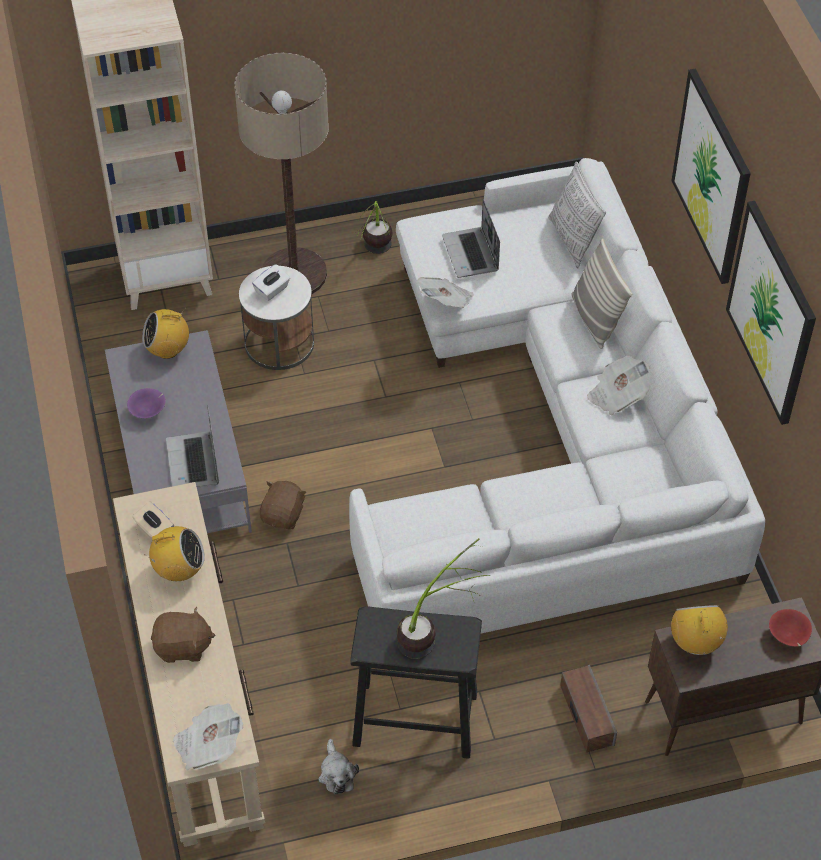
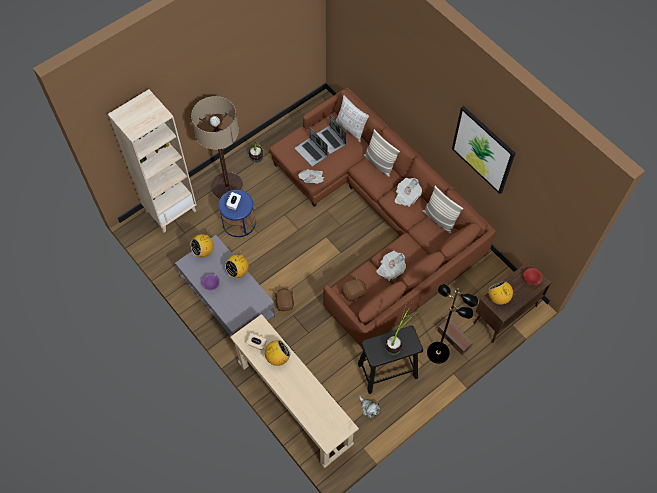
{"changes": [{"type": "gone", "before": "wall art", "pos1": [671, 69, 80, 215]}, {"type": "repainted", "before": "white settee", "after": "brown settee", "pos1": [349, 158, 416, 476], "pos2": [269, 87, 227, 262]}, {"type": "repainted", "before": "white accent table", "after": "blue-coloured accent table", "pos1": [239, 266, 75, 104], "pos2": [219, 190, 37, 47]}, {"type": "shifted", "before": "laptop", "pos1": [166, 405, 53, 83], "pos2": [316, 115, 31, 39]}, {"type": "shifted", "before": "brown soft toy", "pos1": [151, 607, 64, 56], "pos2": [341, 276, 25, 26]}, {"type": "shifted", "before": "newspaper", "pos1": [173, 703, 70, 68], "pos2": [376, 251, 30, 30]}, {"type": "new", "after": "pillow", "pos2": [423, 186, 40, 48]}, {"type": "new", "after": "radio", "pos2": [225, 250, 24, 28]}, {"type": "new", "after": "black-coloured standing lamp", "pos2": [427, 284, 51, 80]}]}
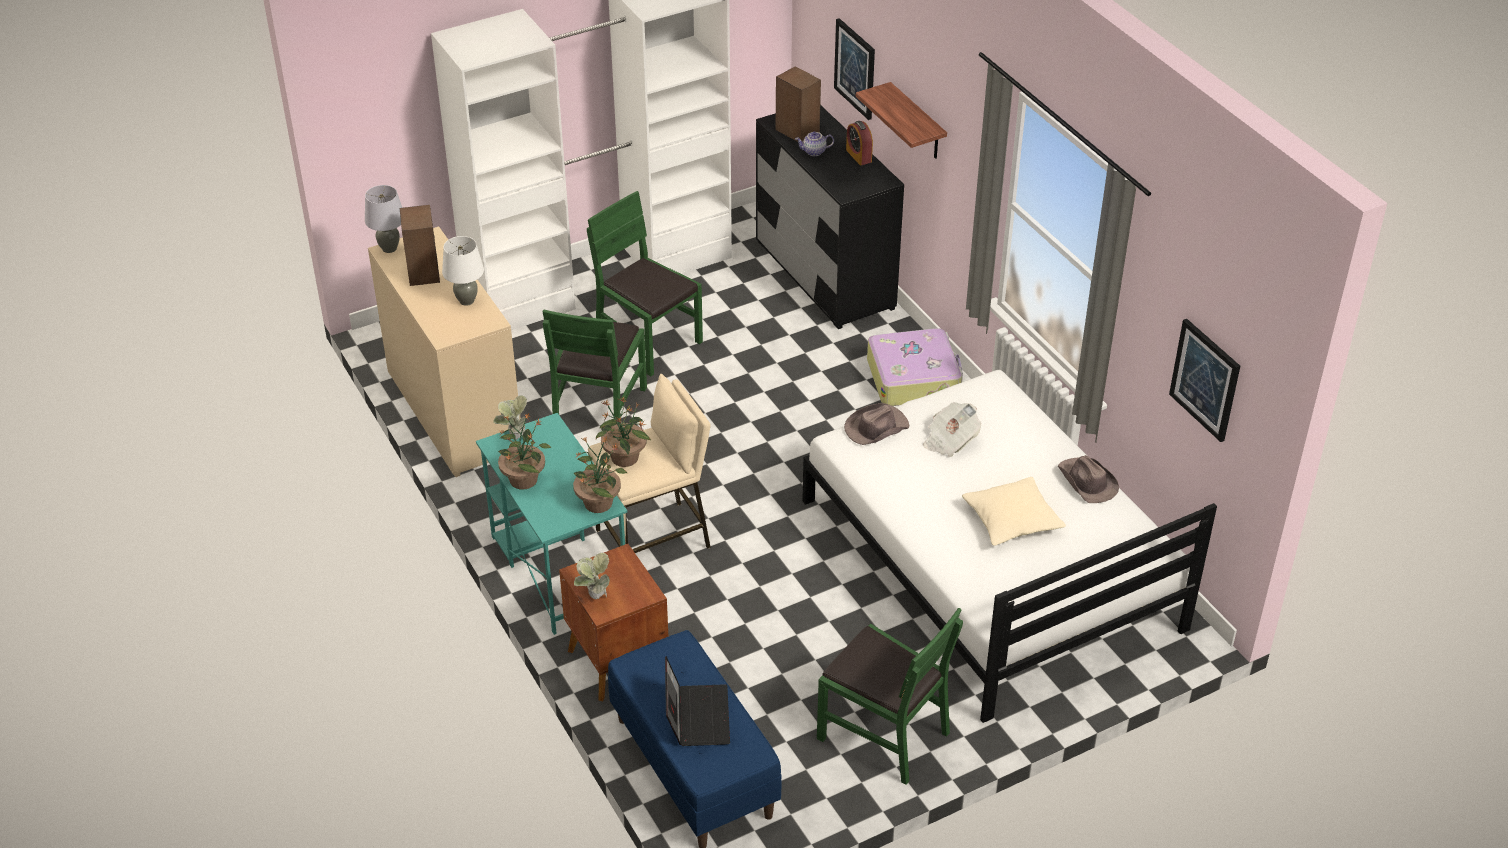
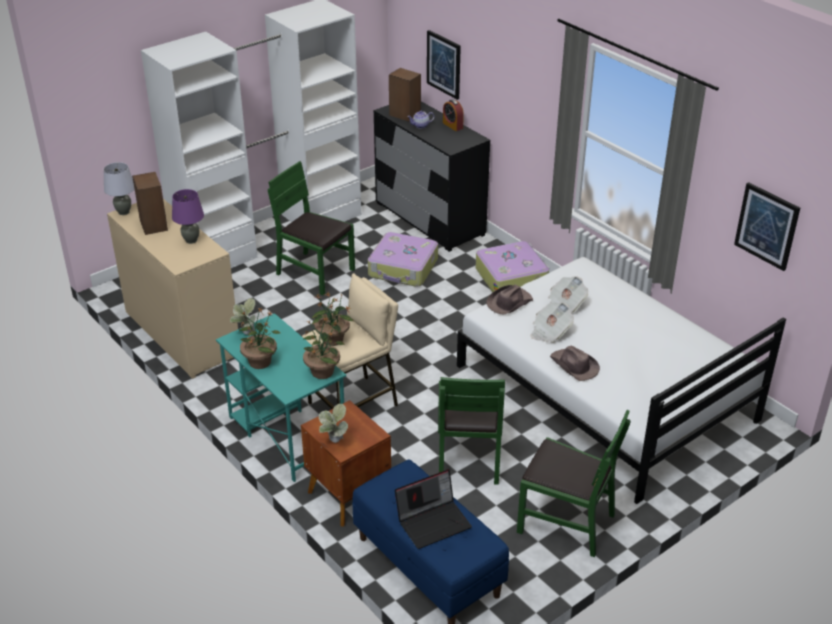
{"changes": [{"type": "gone", "before": "bracket shelf", "pos1": [856, 82, 91, 77]}, {"type": "repainted", "before": "white tabletop lamp", "after": "purplish tabletop lamp", "pos1": [442, 236, 42, 70], "pos2": [172, 189, 32, 55]}, {"type": "shifted", "before": "green upright chair", "pos1": [543, 309, 104, 110], "pos2": [438, 377, 67, 108]}, {"type": "shifted", "before": "brown clothing hat", "pos1": [1058, 455, 61, 48], "pos2": [550, 346, 50, 35]}, {"type": "gone", "before": "beige pillow", "pos1": [962, 477, 104, 69]}, {"type": "rotated", "before": "laptop", "pos1": [665, 656, 65, 90], "pos2": [395, 469, 77, 80], "turn": 75}, {"type": "new", "after": "suitcase", "pos2": [368, 232, 70, 55]}, {"type": "new", "after": "newspaper", "pos2": [530, 303, 44, 40]}]}
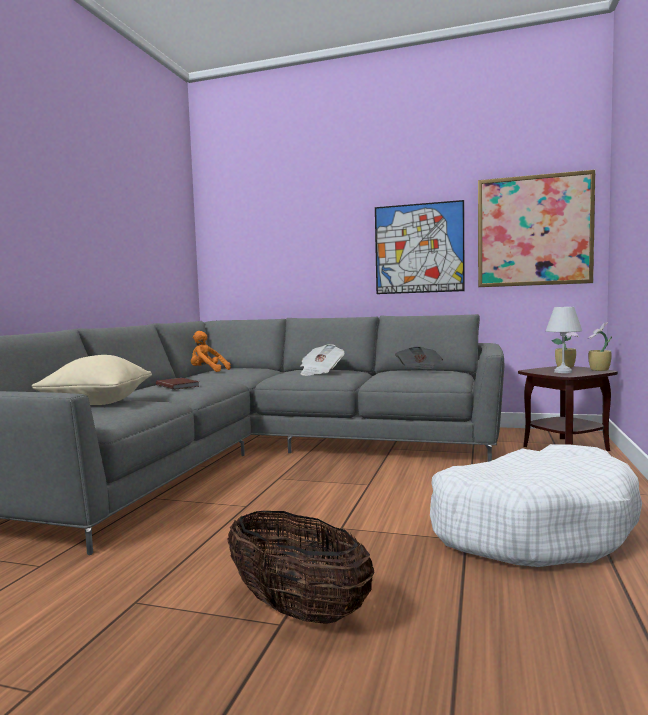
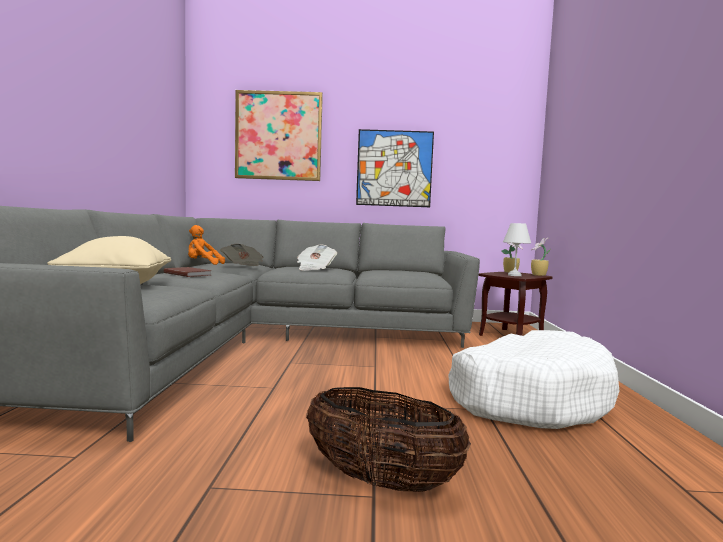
{"changes": [{"type": "shifted", "before": "wall art", "pos1": [478, 169, 117, 118], "pos2": [235, 90, 88, 91]}, {"type": "shifted", "before": "newspaper", "pos1": [395, 347, 48, 22], "pos2": [220, 244, 44, 22]}]}
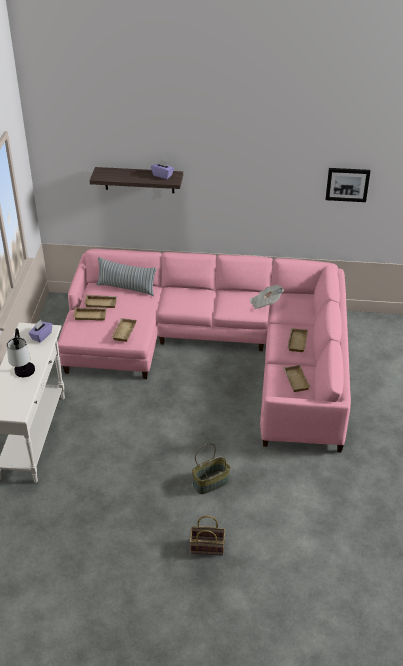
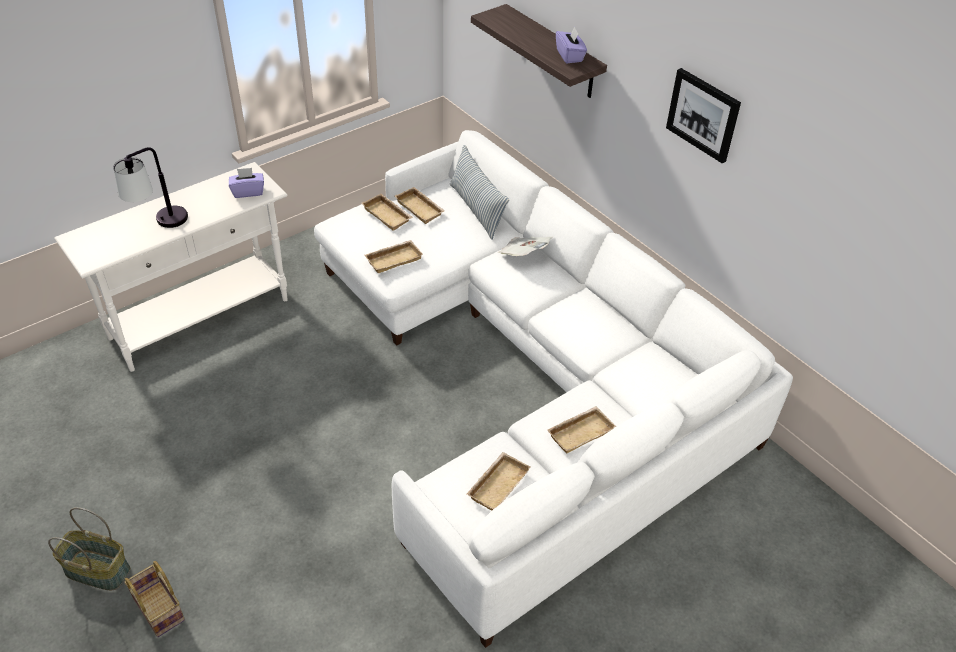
{"changes": [{"type": "shifted", "before": "wall art", "pos1": [326, 168, 44, 34], "pos2": [666, 68, 75, 95]}, {"type": "repainted", "before": "pinkish settee", "after": "white settee", "pos1": [58, 249, 293, 203], "pos2": [314, 130, 479, 518]}, {"type": "shifted", "before": "newspaper", "pos1": [249, 284, 35, 25], "pos2": [498, 237, 55, 19]}, {"type": "shifted", "before": "household basket", "pos1": [192, 443, 38, 51], "pos2": [48, 507, 82, 83]}]}
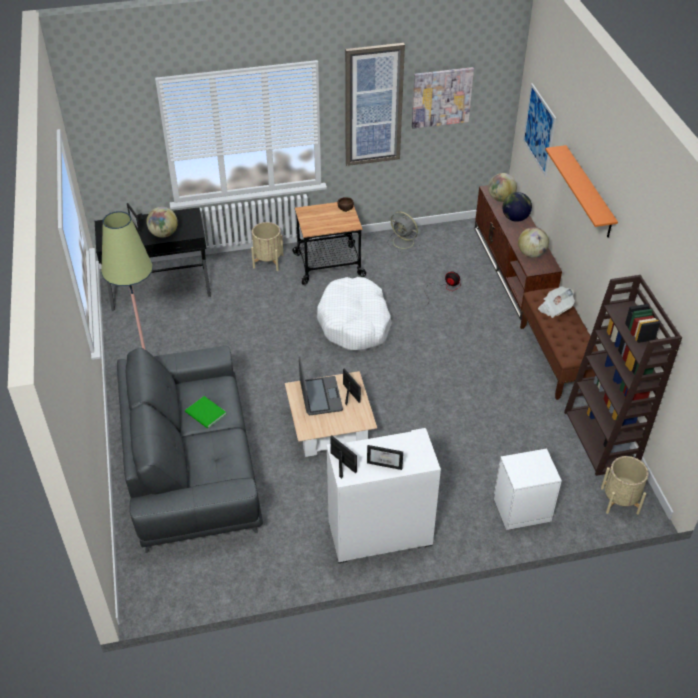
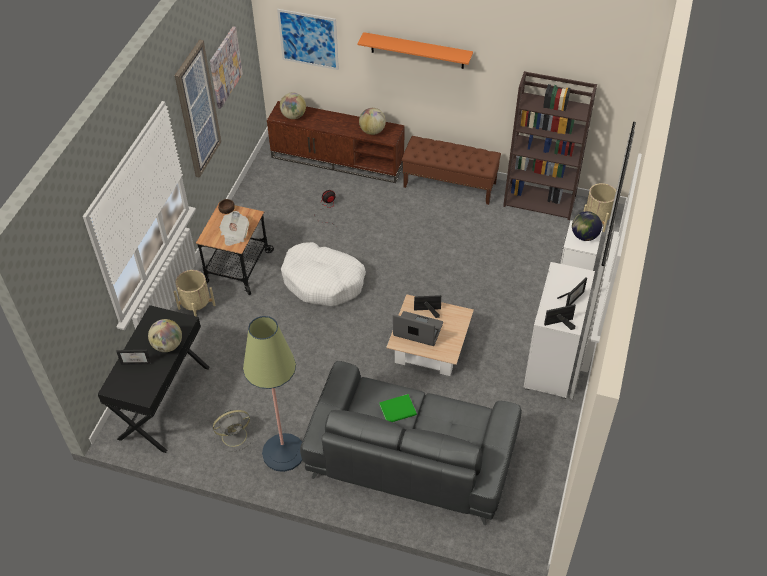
{"changes": [{"type": "shifted", "before": "globe", "pos1": [502, 192, 30, 30], "pos2": [572, 211, 30, 30]}, {"type": "shifted", "before": "gray fan", "pos1": [388, 211, 32, 41], "pos2": [213, 410, 41, 42]}, {"type": "shifted", "before": "newspaper", "pos1": [538, 286, 37, 32], "pos2": [219, 211, 30, 35]}]}
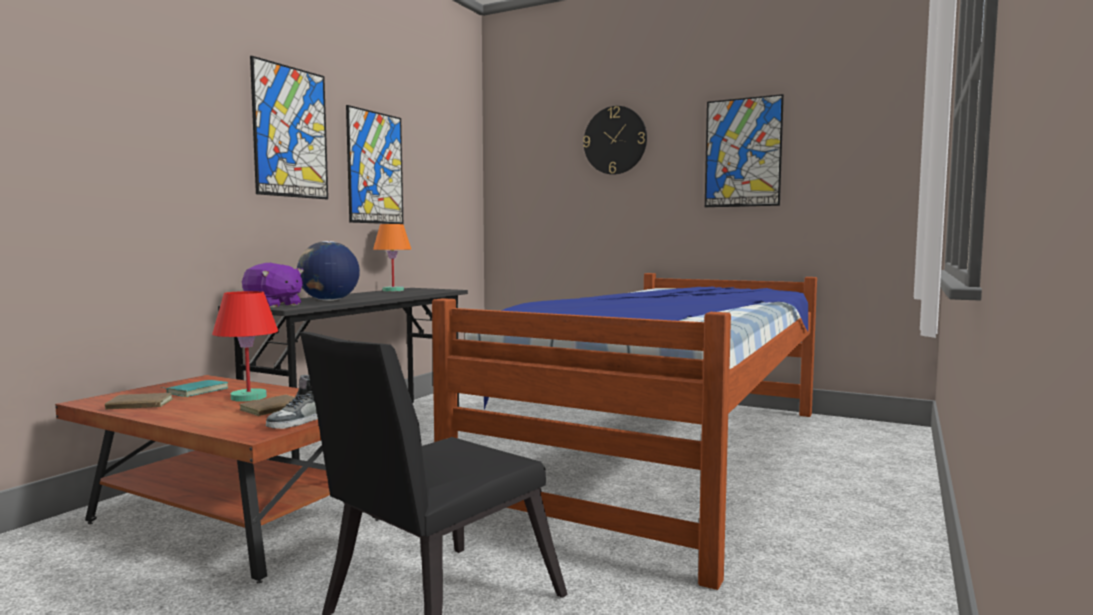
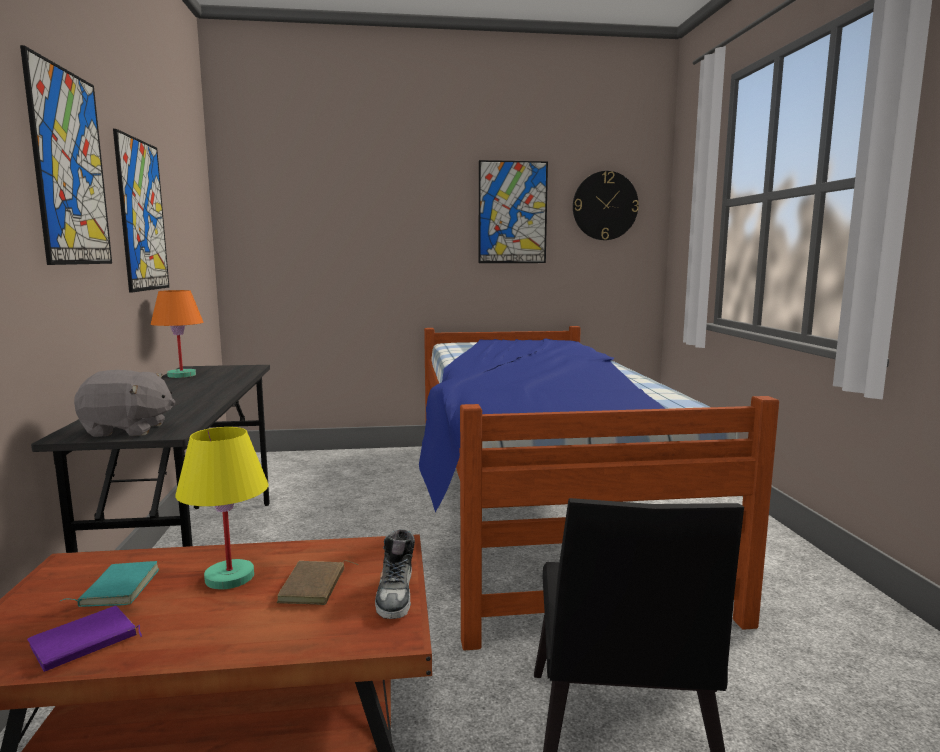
{"changes": [{"type": "shifted", "before": "clock on the wall", "pos1": [583, 106, 64, 69], "pos2": [573, 171, 66, 69]}, {"type": "gone", "before": "globe", "pos1": [297, 241, 63, 60]}, {"type": "repainted", "before": "purplish soft toy", "after": "gray soft toy", "pos1": [242, 263, 62, 45], "pos2": [74, 370, 102, 67]}, {"type": "repainted", "before": "red-coloured tabletop lamp", "after": "yellow tabletop lamp", "pos1": [212, 291, 66, 111], "pos2": [175, 427, 94, 162]}, {"type": "repainted", "before": "brown volume", "after": "purplish volume", "pos1": [105, 393, 68, 16], "pos2": [27, 606, 115, 66]}]}
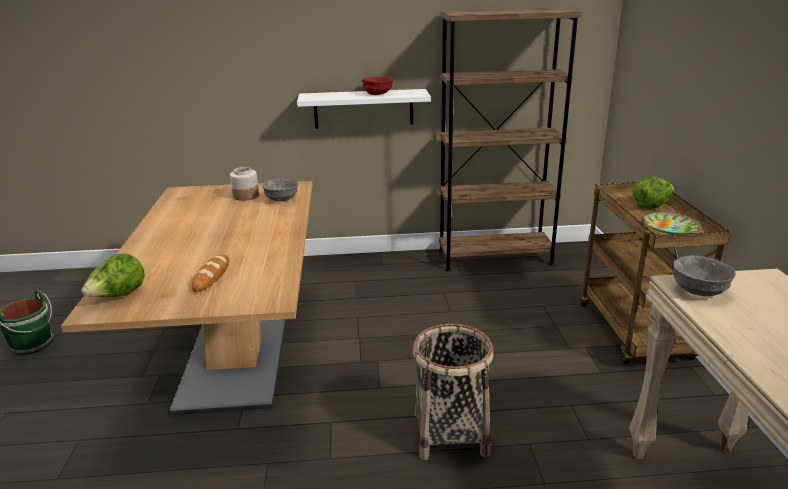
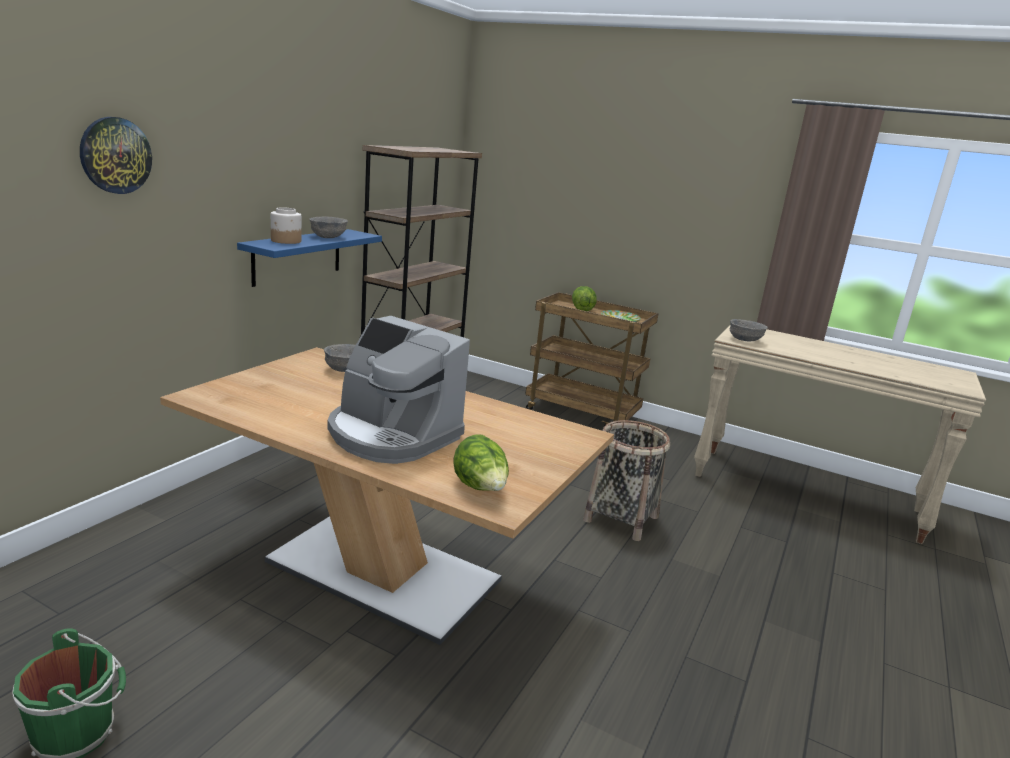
{"changes": [{"type": "repainted", "before": "red-coloured deep dish", "after": "gray deep dish", "pos1": [362, 76, 31, 19], "pos2": [310, 217, 38, 21]}, {"type": "repainted", "before": "white bracket shelf", "after": "blue-coloured bracket shelf", "pos1": [297, 89, 134, 40], "pos2": [237, 229, 145, 58]}, {"type": "shifted", "before": "jar", "pos1": [230, 167, 29, 34], "pos2": [271, 207, 30, 37]}, {"type": "gone", "before": "baked bread", "pos1": [192, 254, 37, 38]}, {"type": "new", "after": "clock on the wall", "pos2": [80, 117, 72, 77]}, {"type": "new", "after": "coffee maker", "pos2": [327, 316, 143, 148]}]}
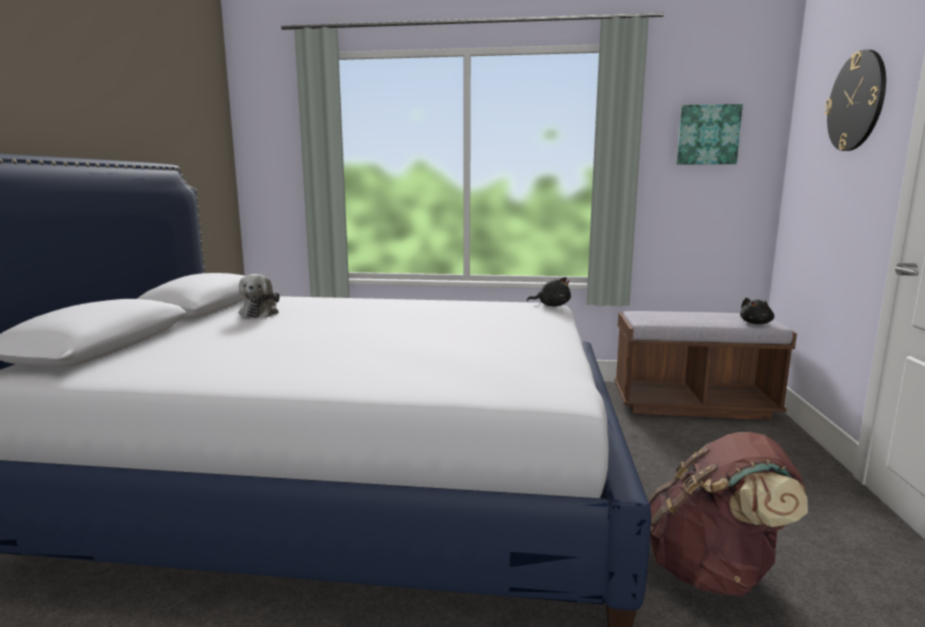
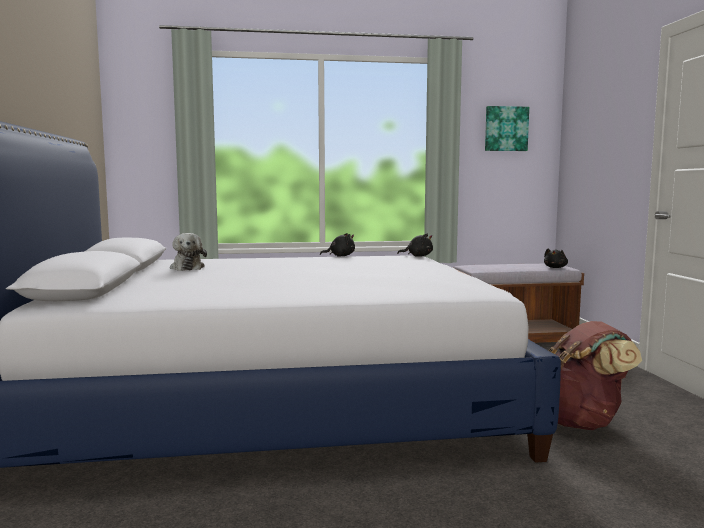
{"changes": [{"type": "gone", "before": "clock on the wall", "pos1": [825, 50, 61, 101]}, {"type": "new", "after": "black-coloured soft toy", "pos2": [320, 233, 35, 23]}]}
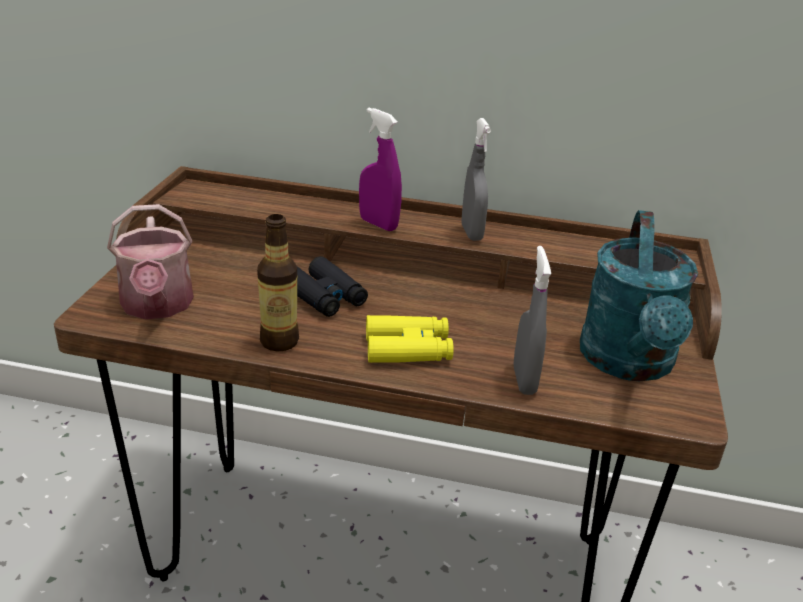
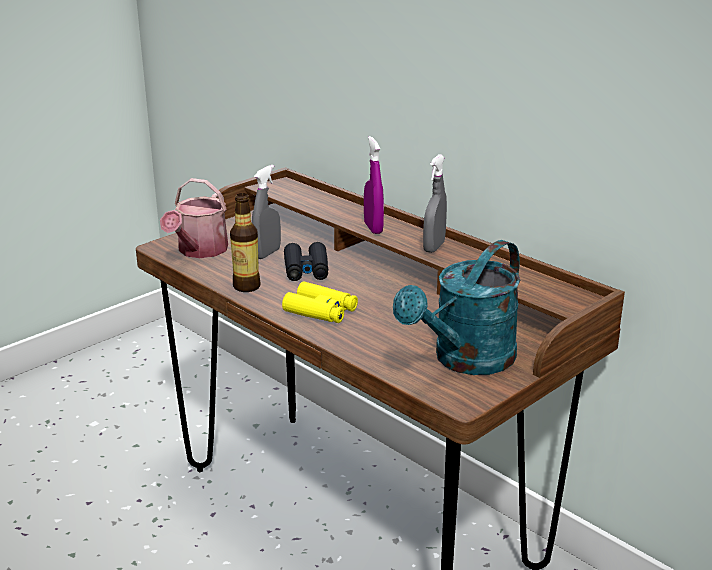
{"changes": [{"type": "shifted", "before": "gray sprayer", "pos1": [513, 246, 38, 149], "pos2": [252, 165, 29, 94]}]}
